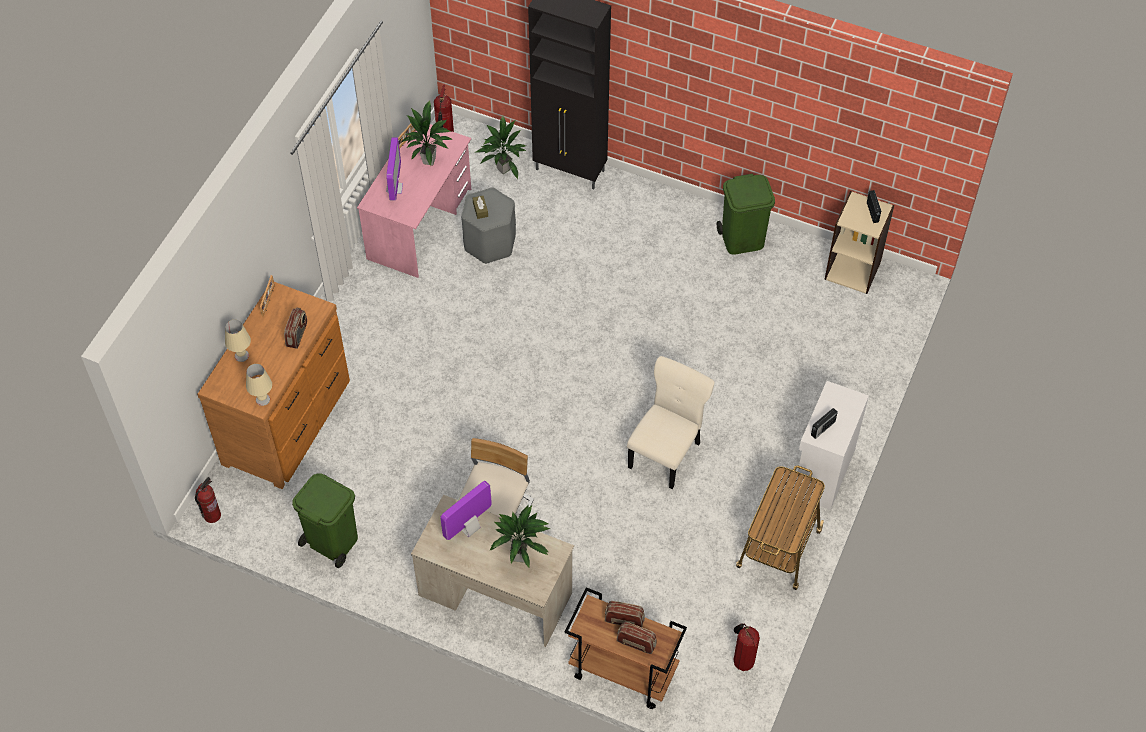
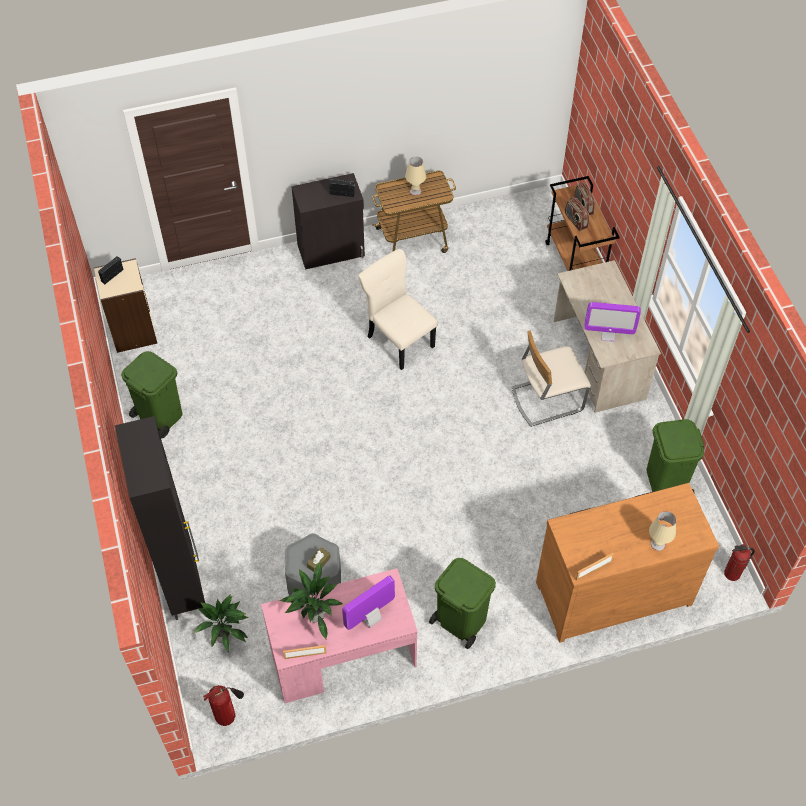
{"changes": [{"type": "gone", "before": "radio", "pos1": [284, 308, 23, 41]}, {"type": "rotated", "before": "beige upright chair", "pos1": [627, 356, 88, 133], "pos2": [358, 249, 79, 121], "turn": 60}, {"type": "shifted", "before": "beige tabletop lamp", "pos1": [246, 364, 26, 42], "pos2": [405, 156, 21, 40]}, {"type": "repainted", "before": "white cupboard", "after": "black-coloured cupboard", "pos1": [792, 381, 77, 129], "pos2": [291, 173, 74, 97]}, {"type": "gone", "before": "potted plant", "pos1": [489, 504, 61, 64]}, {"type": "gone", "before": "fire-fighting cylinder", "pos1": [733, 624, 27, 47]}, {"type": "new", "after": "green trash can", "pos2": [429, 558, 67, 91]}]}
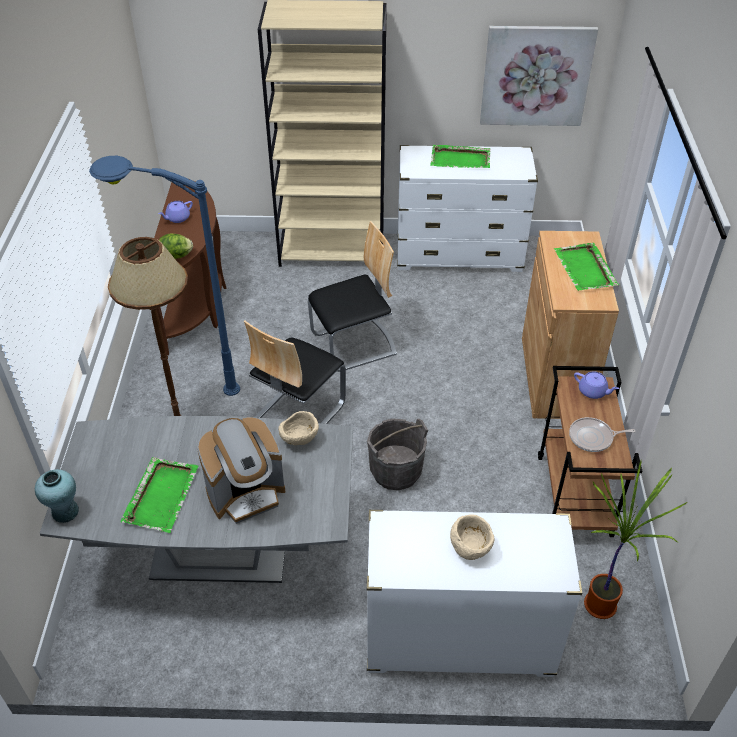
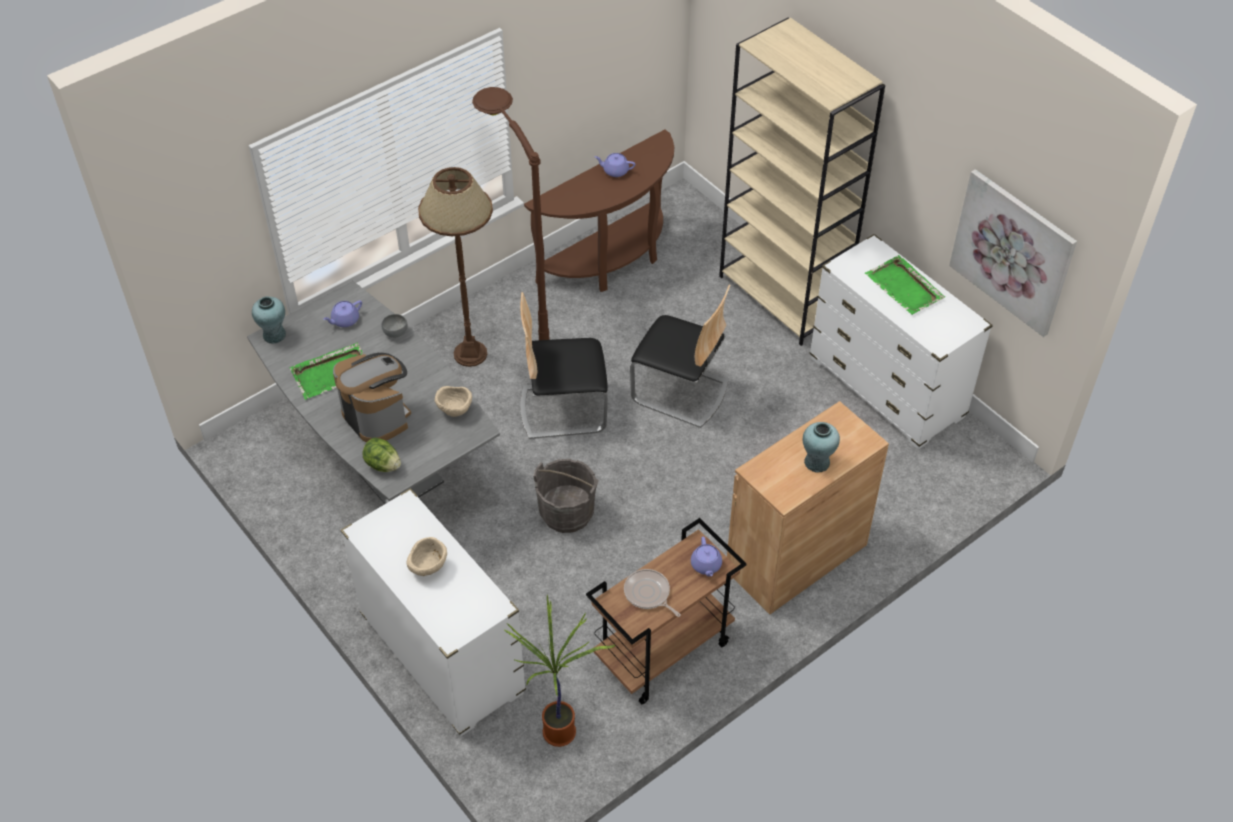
{"changes": [{"type": "repainted", "before": "blue-coloured standing lamp", "after": "brown standing lamp", "pos1": [89, 156, 151, 240], "pos2": [472, 87, 78, 253]}, {"type": "shifted", "before": "head of lettuce", "pos1": [159, 233, 34, 26], "pos2": [363, 437, 38, 35]}, {"type": "swapped", "before": "green serving tray", "after": "blue-green flower vase", "pos1": [554, 243, 65, 48], "pos2": [803, 422, 37, 51]}, {"type": "rotated", "before": "coffee maker", "pos1": [197, 417, 88, 107], "pos2": [333, 353, 78, 89], "turn": -150}, {"type": "new", "after": "purplish teapot", "pos2": [323, 300, 39, 27]}, {"type": "new", "after": "gray deep dish", "pos2": [381, 314, 27, 24]}]}
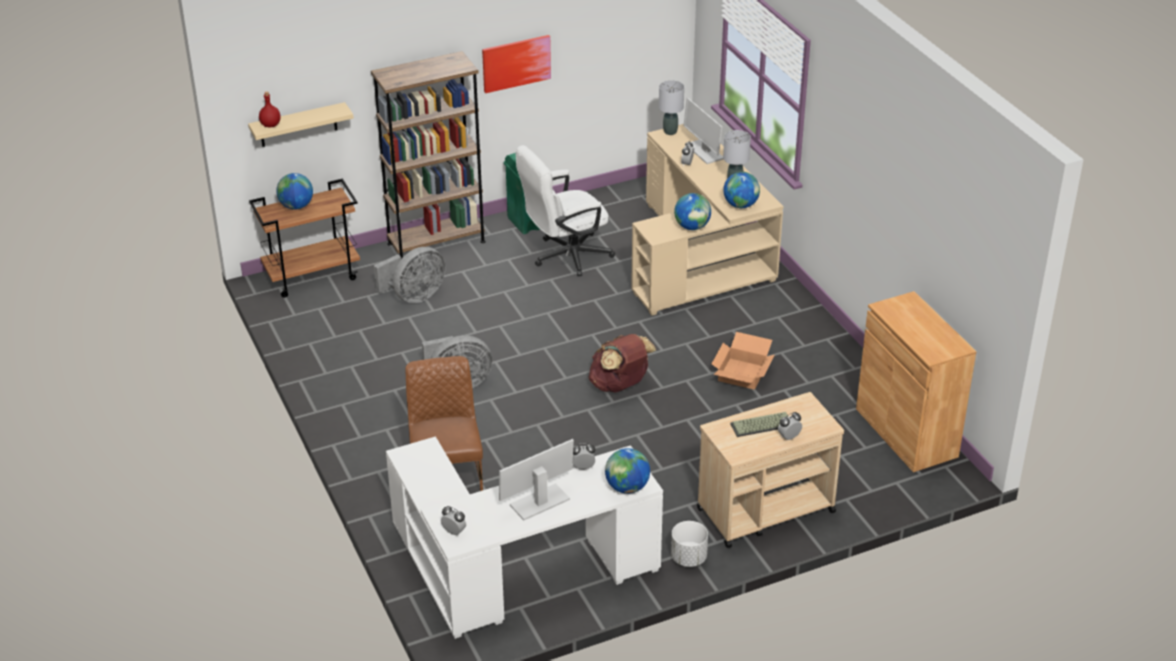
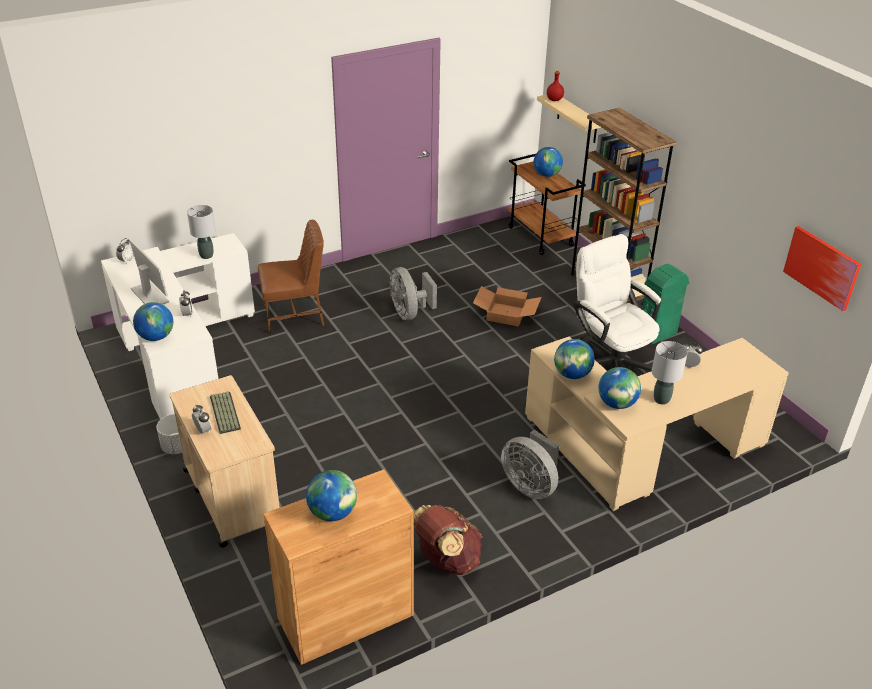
{"changes": [{"type": "shifted", "before": "wall art", "pos1": [482, 35, 69, 58], "pos2": [783, 226, 78, 85]}, {"type": "shifted", "before": "gray tabletop lamp", "pos1": [659, 80, 25, 55], "pos2": [187, 205, 29, 54]}, {"type": "gone", "before": "computer display", "pos1": [683, 98, 40, 66]}, {"type": "shifted", "before": "gray fan", "pos1": [374, 247, 71, 56], "pos2": [501, 430, 58, 69]}, {"type": "shifted", "before": "packing box", "pos1": [712, 332, 62, 58], "pos2": [473, 286, 68, 41]}, {"type": "shifted", "before": "brown rucksack", "pos1": [589, 334, 67, 59], "pos2": [414, 505, 68, 70]}, {"type": "new", "after": "globe", "pos2": [306, 470, 51, 51]}]}
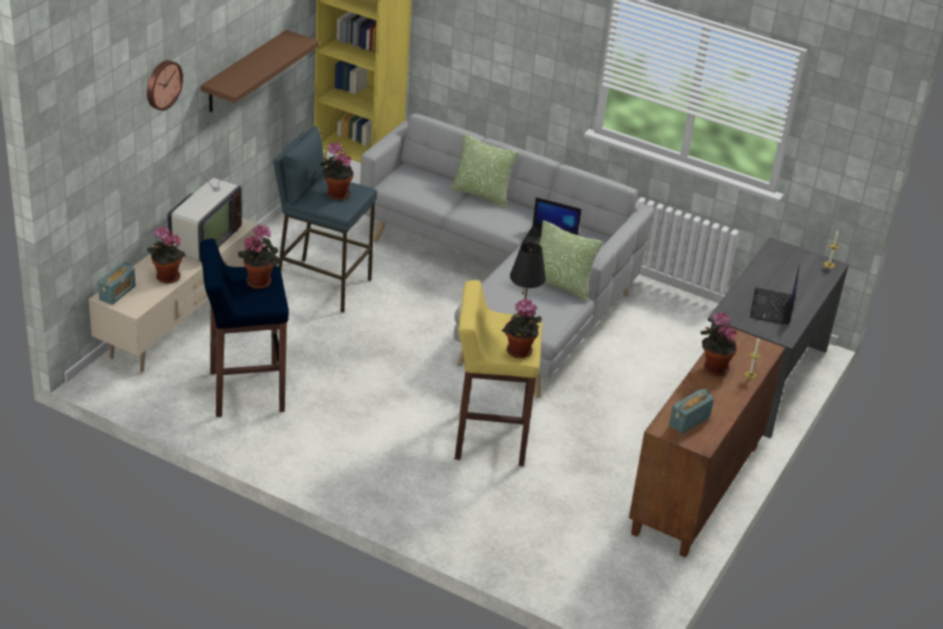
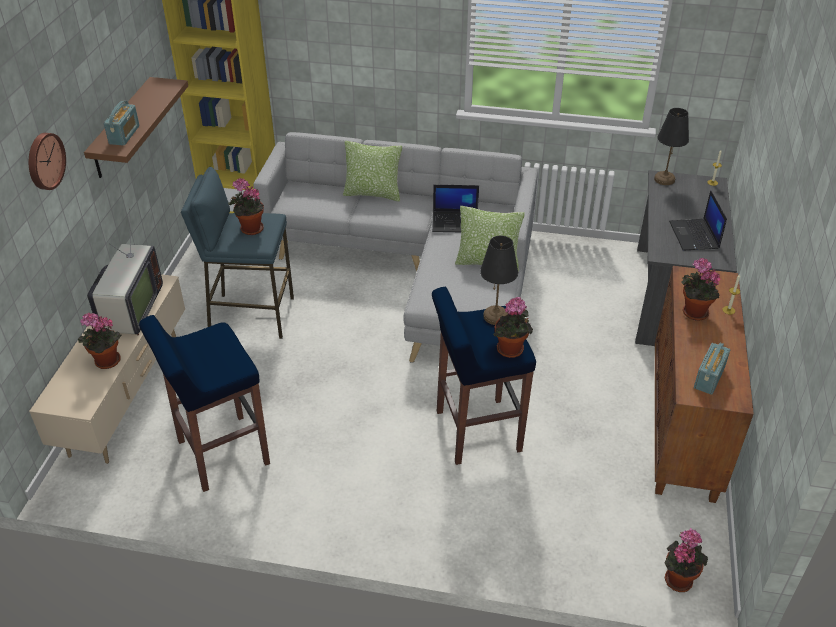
{"changes": [{"type": "shifted", "before": "potted plant", "pos1": [238, 224, 42, 65], "pos2": [665, 528, 43, 64]}, {"type": "shifted", "before": "radio", "pos1": [98, 262, 38, 43], "pos2": [104, 101, 36, 45]}, {"type": "repainted", "before": "yellow stool", "after": "blue-coloured stool", "pos1": [455, 280, 87, 186], "pos2": [432, 287, 104, 178]}, {"type": "new", "after": "black-coloured tabletop lamp", "pos2": [654, 108, 35, 77]}]}
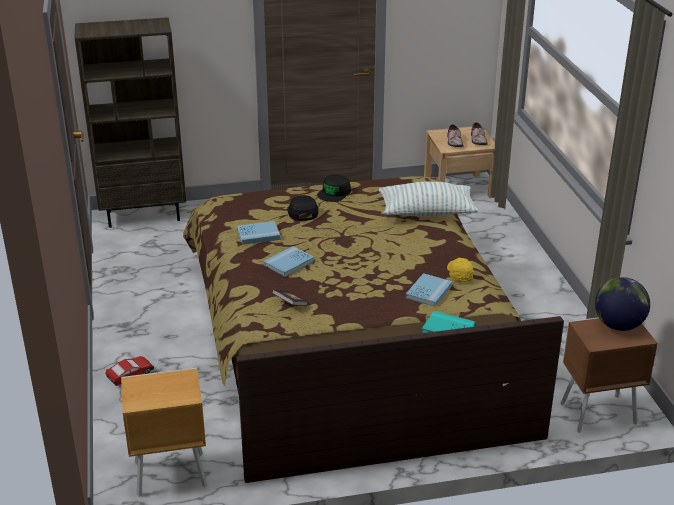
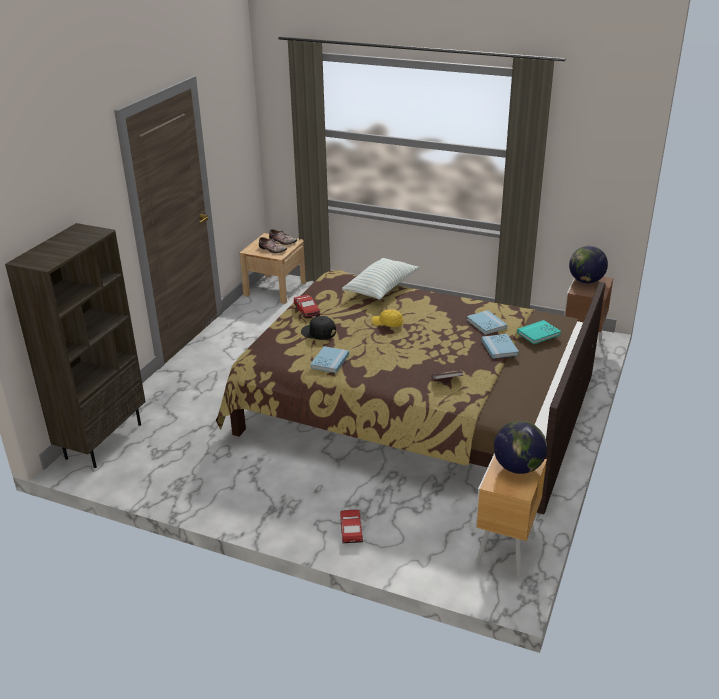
{"changes": [{"type": "swapped", "before": "black-coloured peaked cap", "after": "model car", "pos1": [317, 174, 34, 28], "pos2": [294, 295, 26, 24]}, {"type": "shifted", "before": "blue-coloured volume", "pos1": [264, 246, 50, 31], "pos2": [481, 334, 38, 25]}, {"type": "shifted", "before": "yellow peaked cap", "pos1": [447, 258, 27, 24], "pos2": [372, 309, 31, 18]}, {"type": "new", "after": "globe", "pos2": [494, 421, 53, 53]}]}
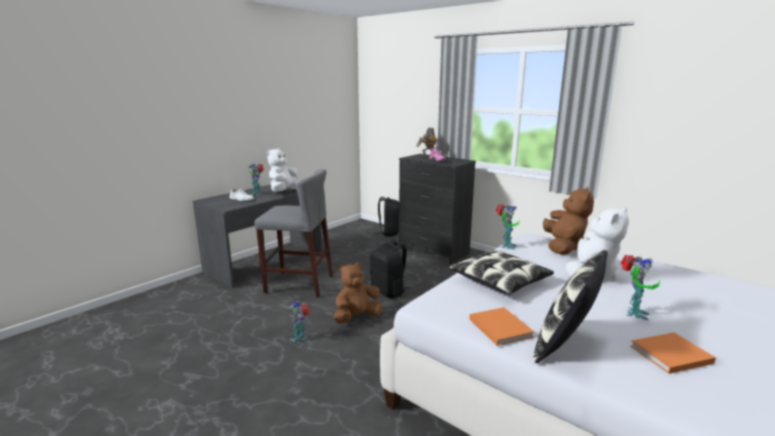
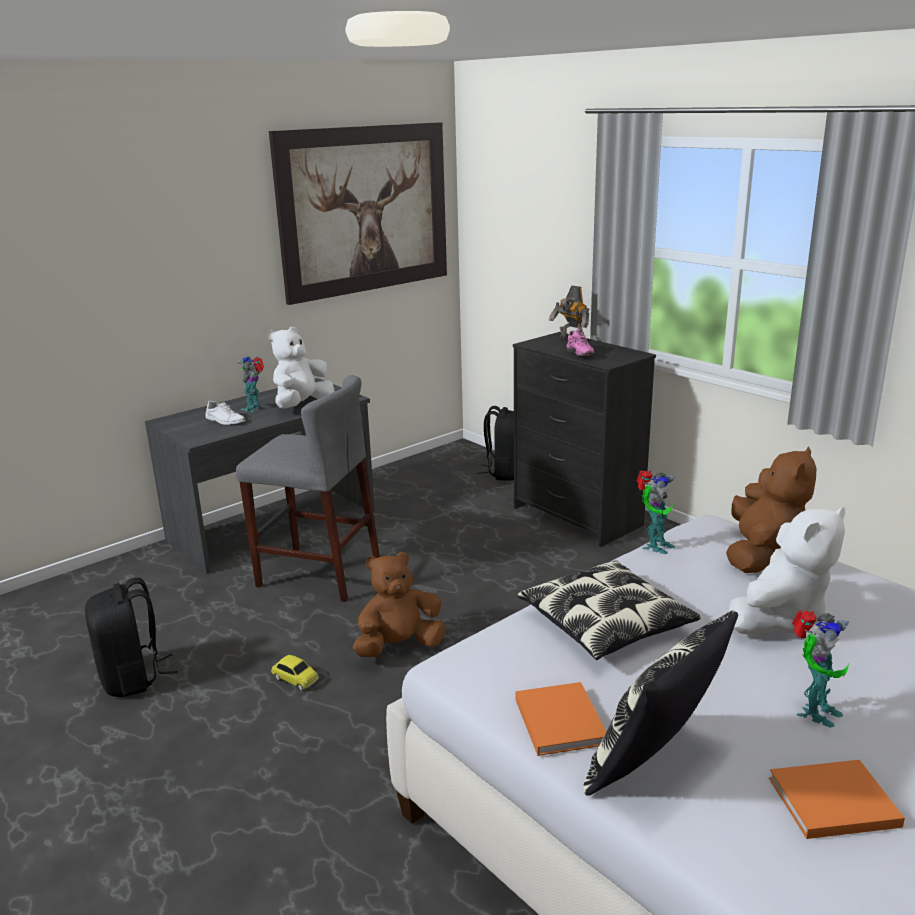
{"changes": [{"type": "shifted", "before": "black-coloured rucksack", "pos1": [370, 241, 40, 57], "pos2": [85, 577, 93, 120]}, {"type": "swapped", "before": "toy robot", "after": "model car", "pos1": [289, 300, 21, 44], "pos2": [271, 655, 48, 36]}, {"type": "new", "after": "wall art", "pos2": [269, 122, 178, 183]}]}
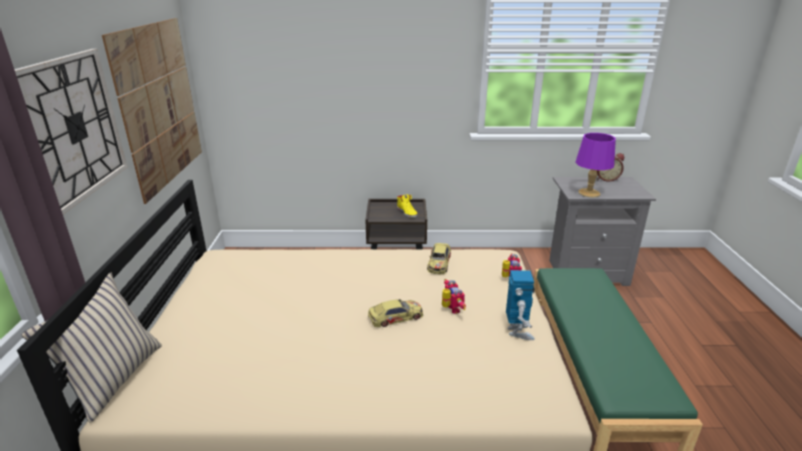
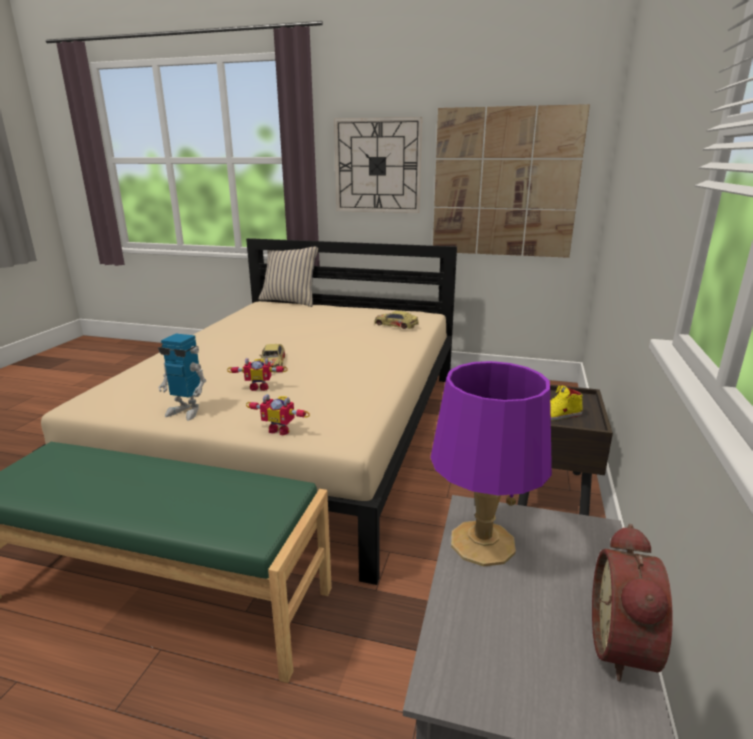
{"changes": [{"type": "shifted", "before": "model car", "pos1": [427, 243, 24, 31], "pos2": [374, 311, 45, 18]}]}
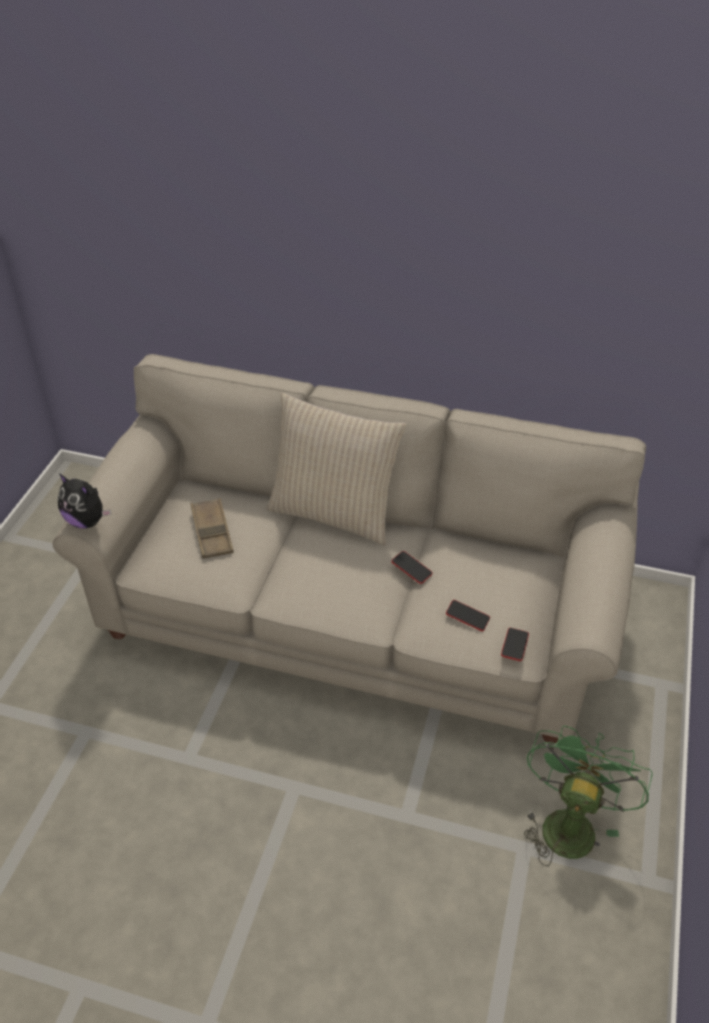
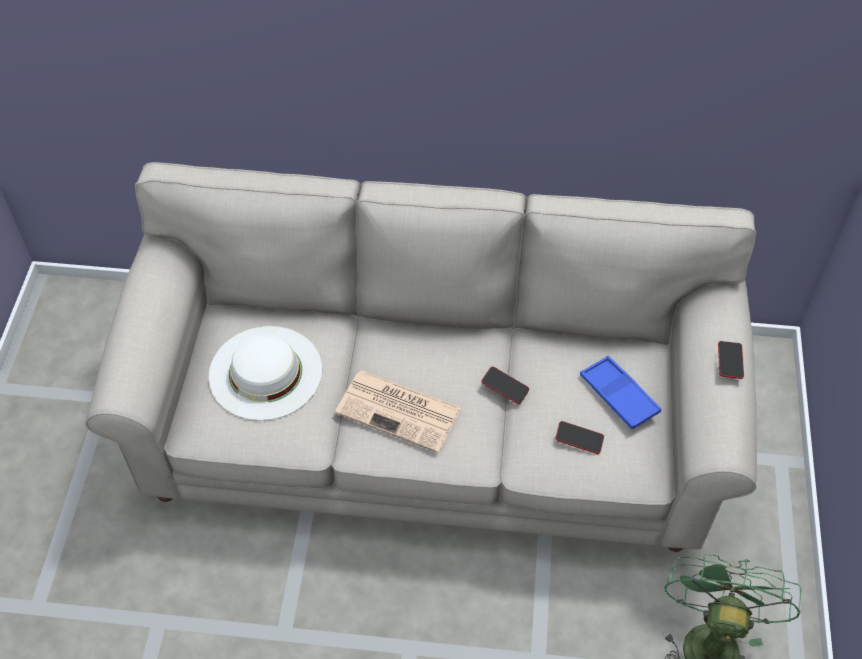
{"changes": [{"type": "gone", "before": "beige pillow", "pos1": [267, 393, 140, 152]}, {"type": "gone", "before": "soft toy", "pos1": [57, 474, 54, 55]}, {"type": "swapped", "before": "brown serving tray", "after": "white clothing hat", "pos1": [191, 498, 43, 61], "pos2": [209, 326, 113, 95]}, {"type": "shifted", "before": "telephone", "pos1": [501, 628, 28, 33], "pos2": [718, 341, 26, 38]}, {"type": "new", "after": "blue-coloured serving tray", "pos2": [580, 356, 81, 73]}, {"type": "new", "after": "newspaper", "pos2": [335, 370, 126, 83]}]}
